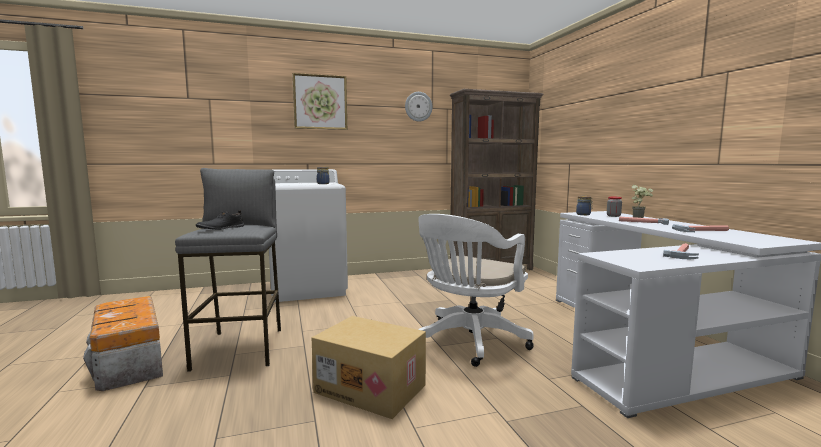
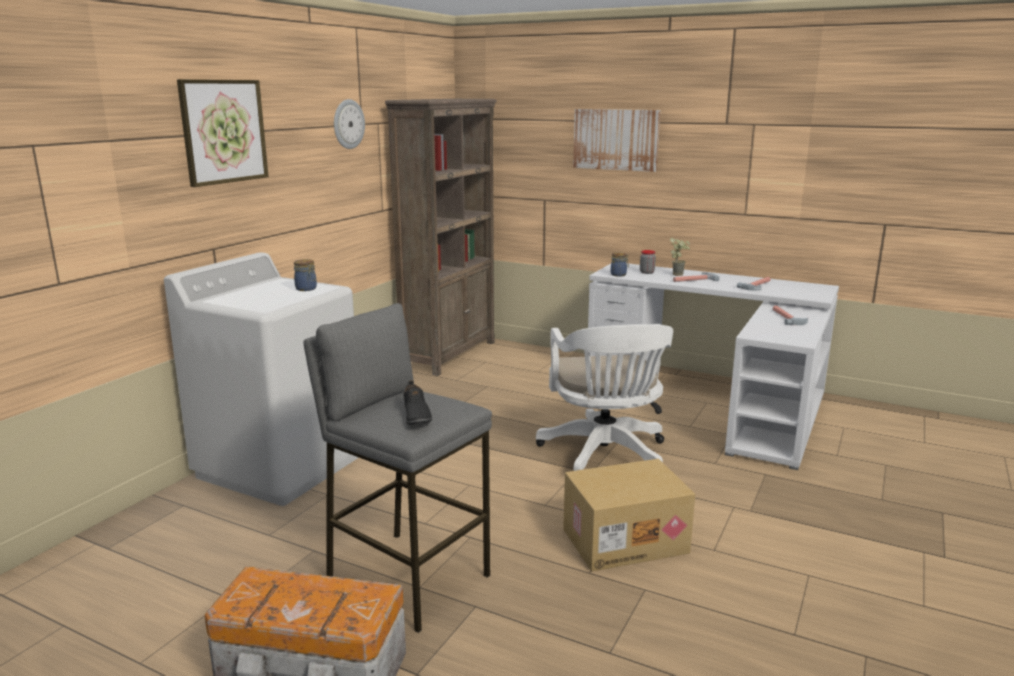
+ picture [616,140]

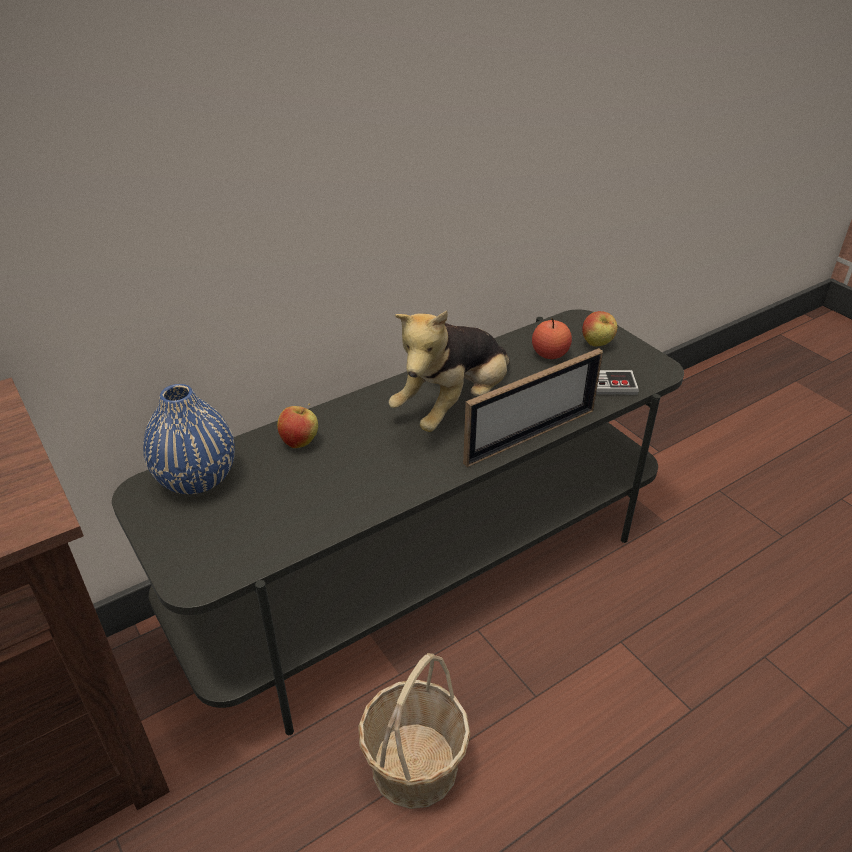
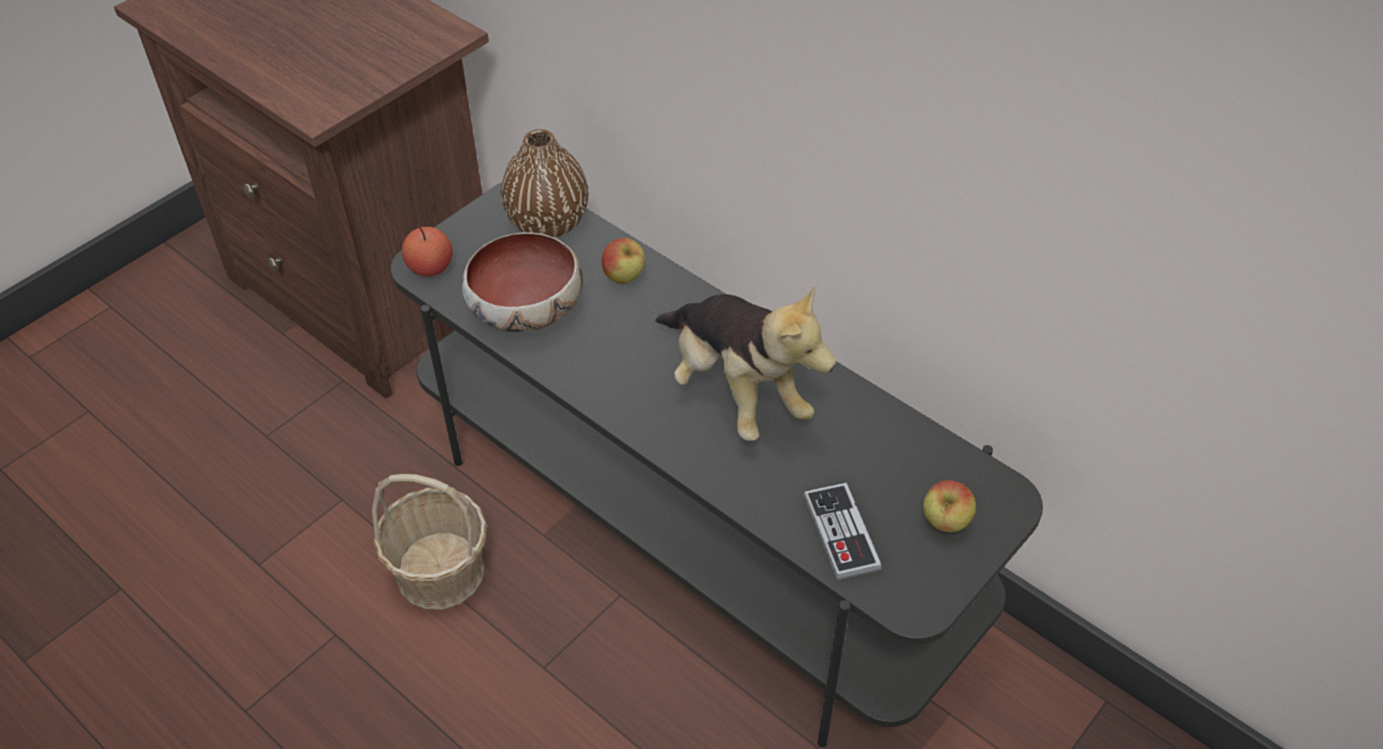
~ apple fruit [552,338] to [427,251]
+ deep dish [522,282]
~ decorative vase in blue [189,439] to decorative vase in brown [545,183]
~ plush toy [449,371] = [745,363] 150 degrees counterclockwise
- photo frame [533,407]

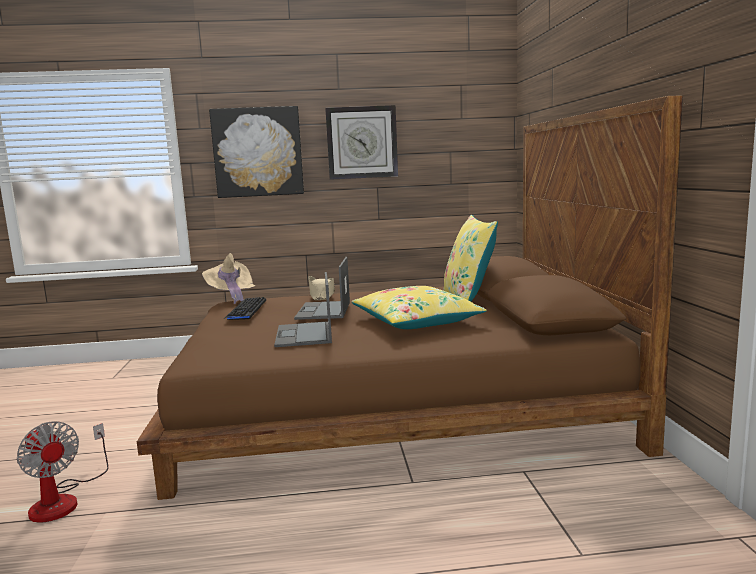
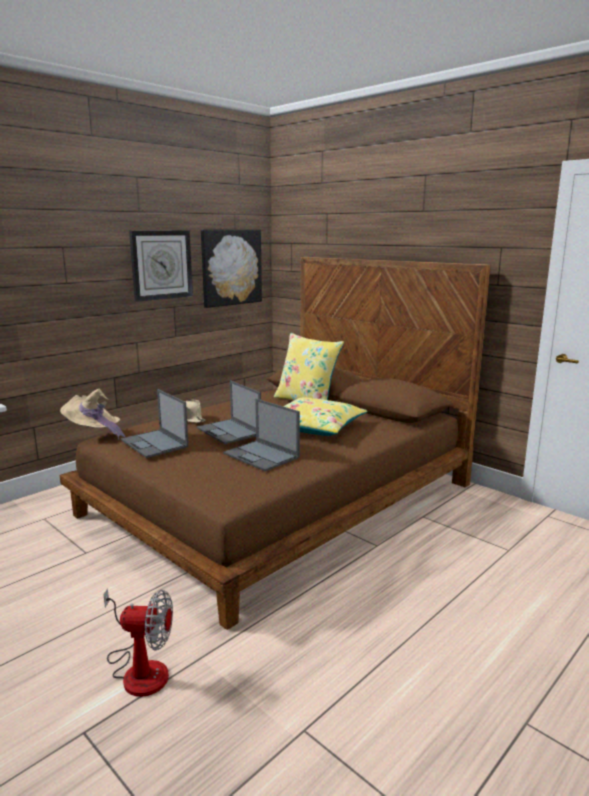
~ computer keyboard [245,308] to notebook computer [155,423]
~ picture [256,152] to [231,269]

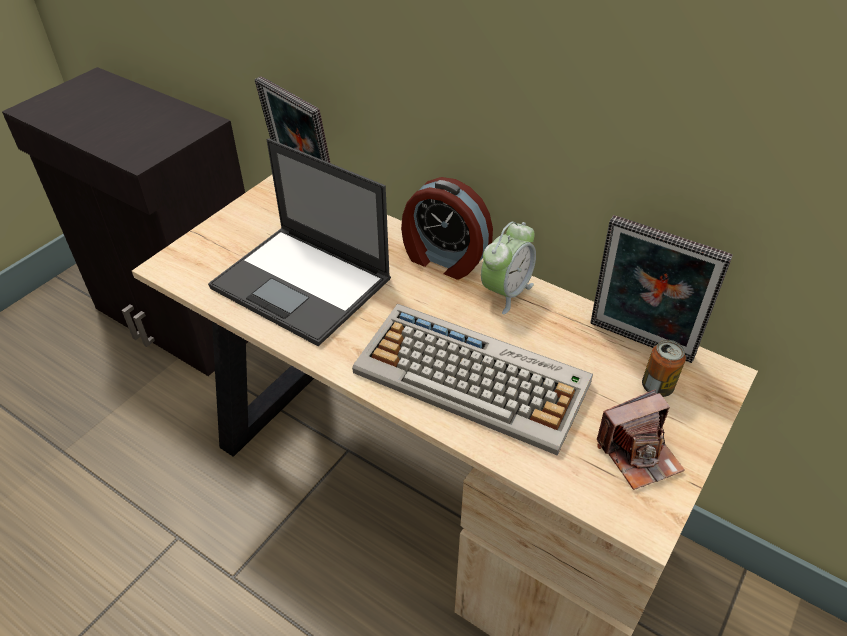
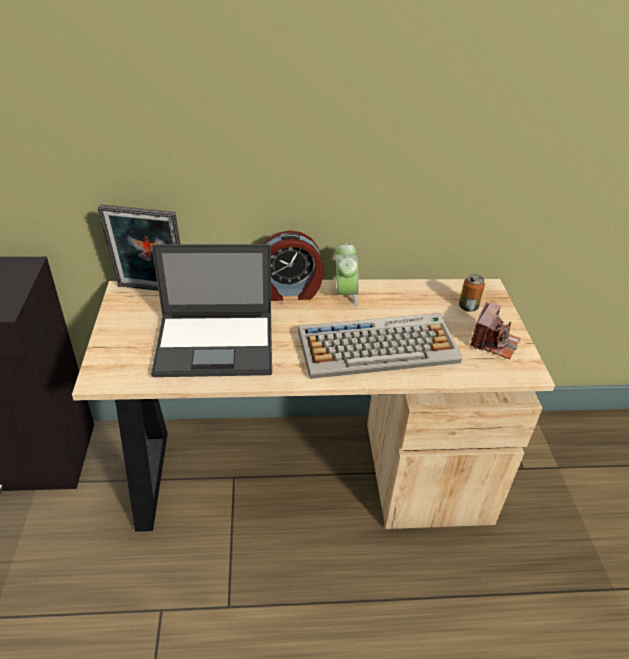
- photo frame [661,289]

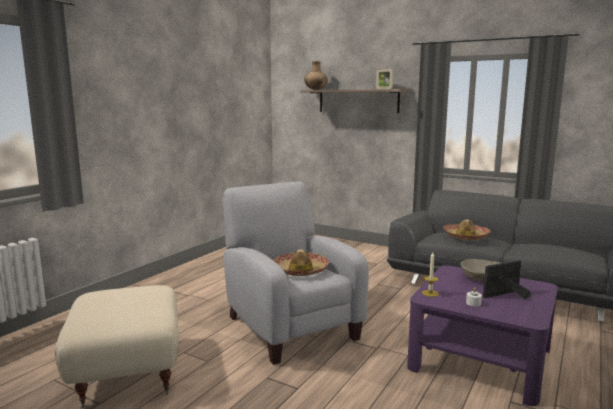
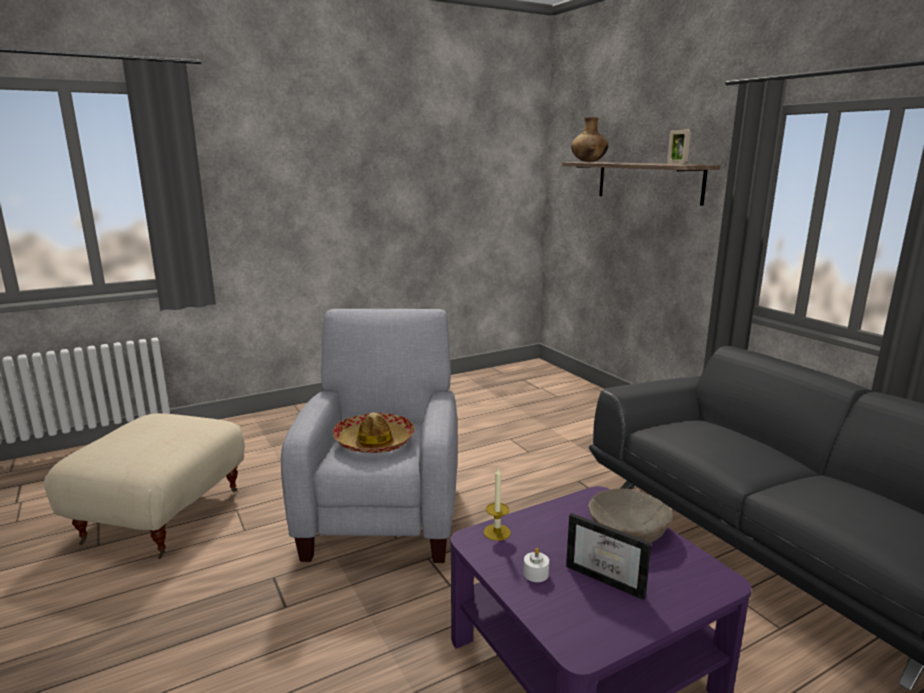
~ photo frame [507,279] = [608,556] 150 degrees counterclockwise
- wearable hat [467,229]

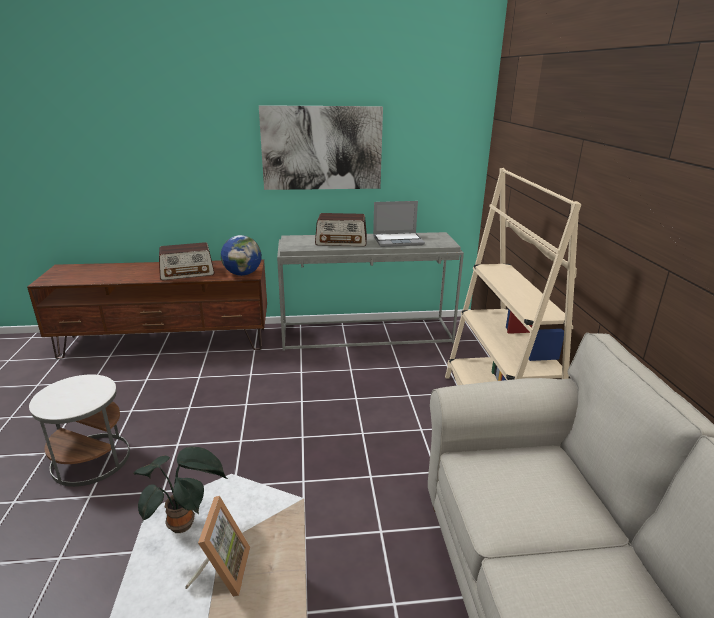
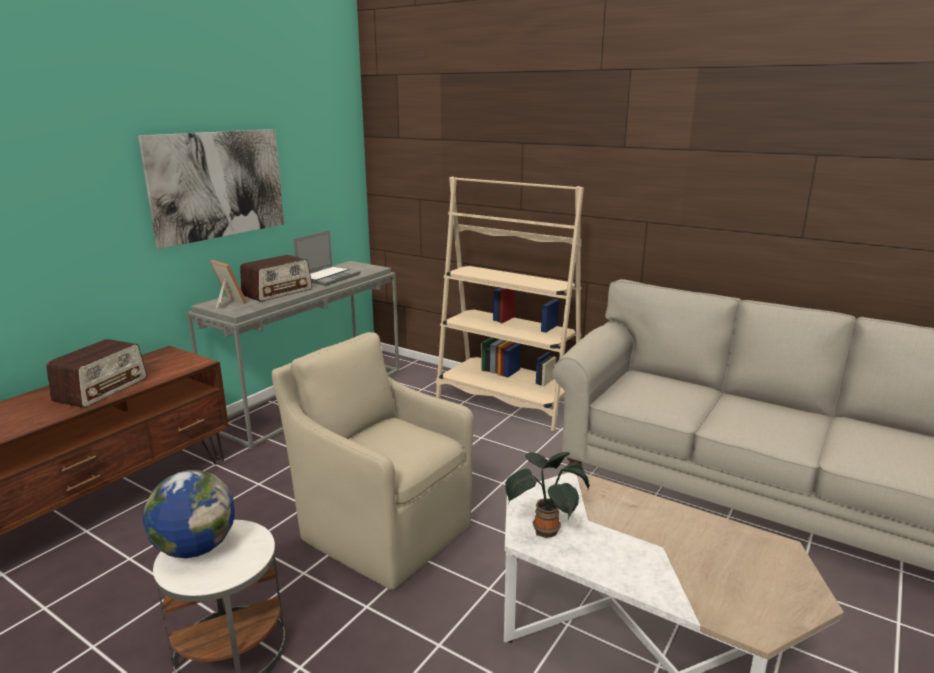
~ globe [241,255] to [189,514]
~ photo frame [217,546] to [228,284]
+ easy chair in beige [373,461]

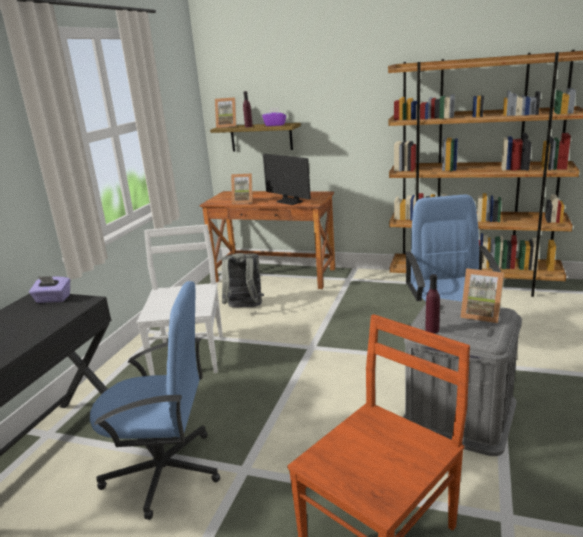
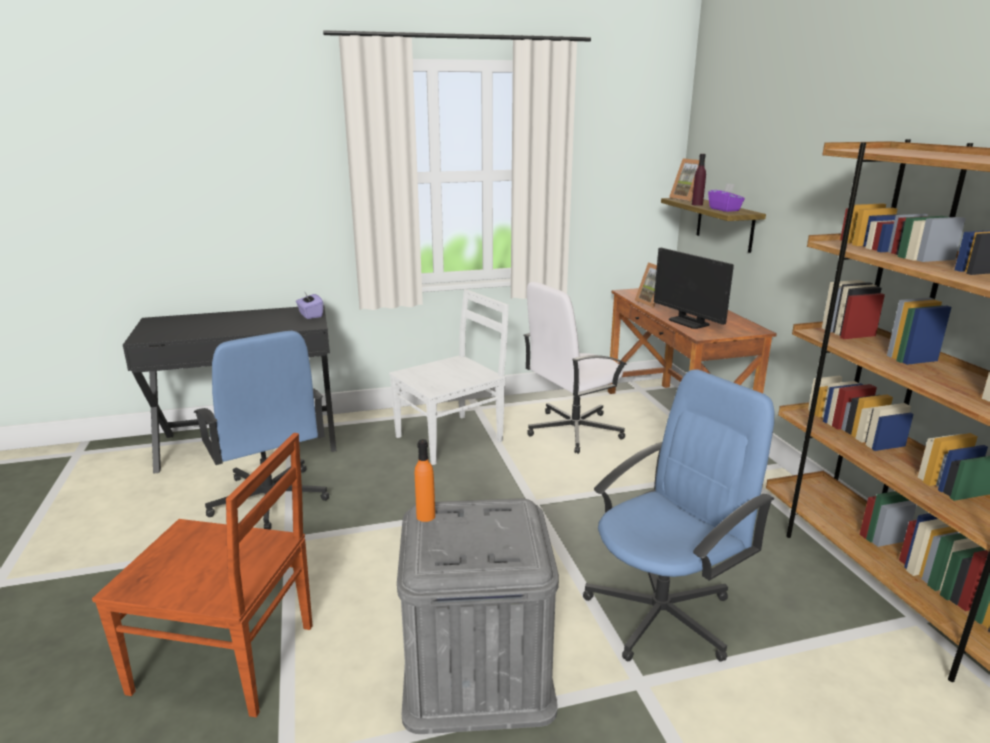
~ bottle in purplish [432,303] to bottle in orange-coloured [425,480]
~ rucksack in grey [242,280] to office chair in white [575,368]
~ computer screen [287,179] = [694,288] 45 degrees counterclockwise
- photo frame [482,296]

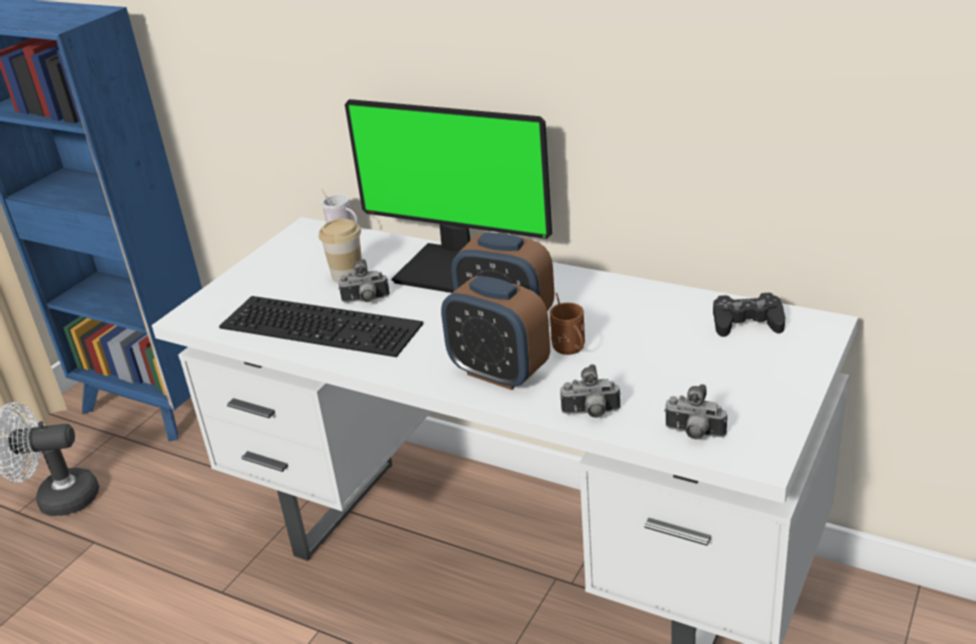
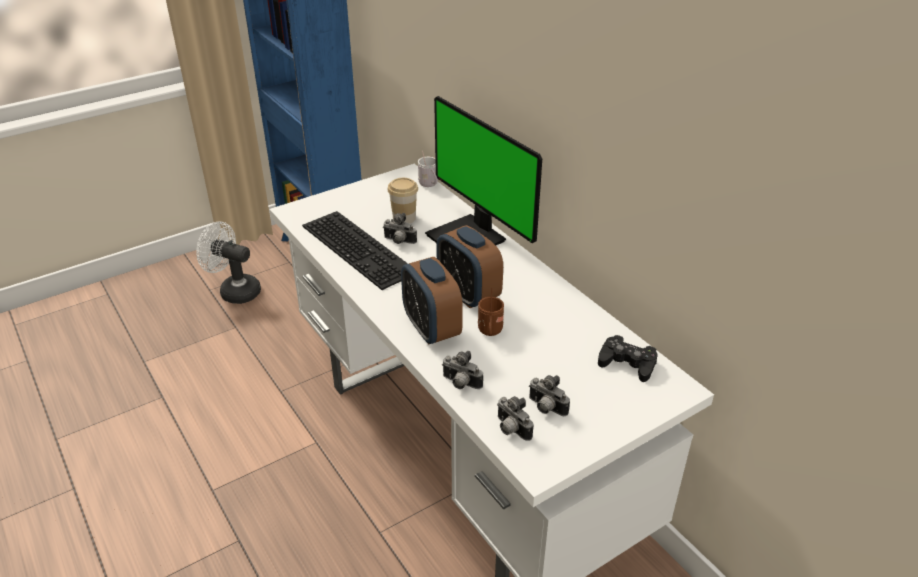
+ photo camera [549,395]

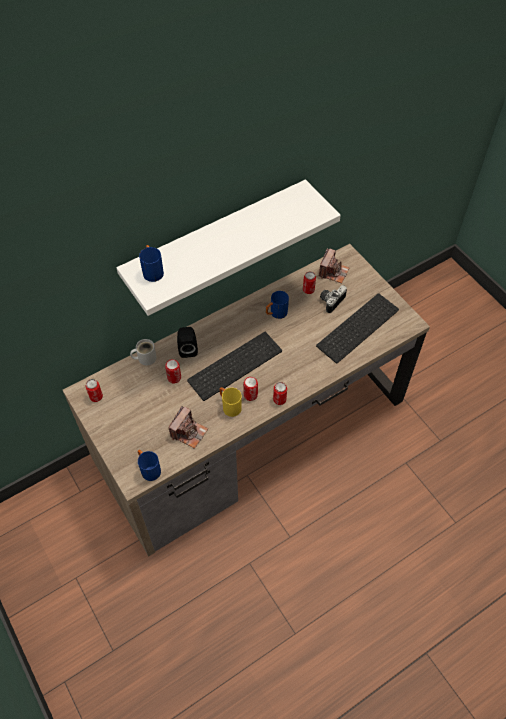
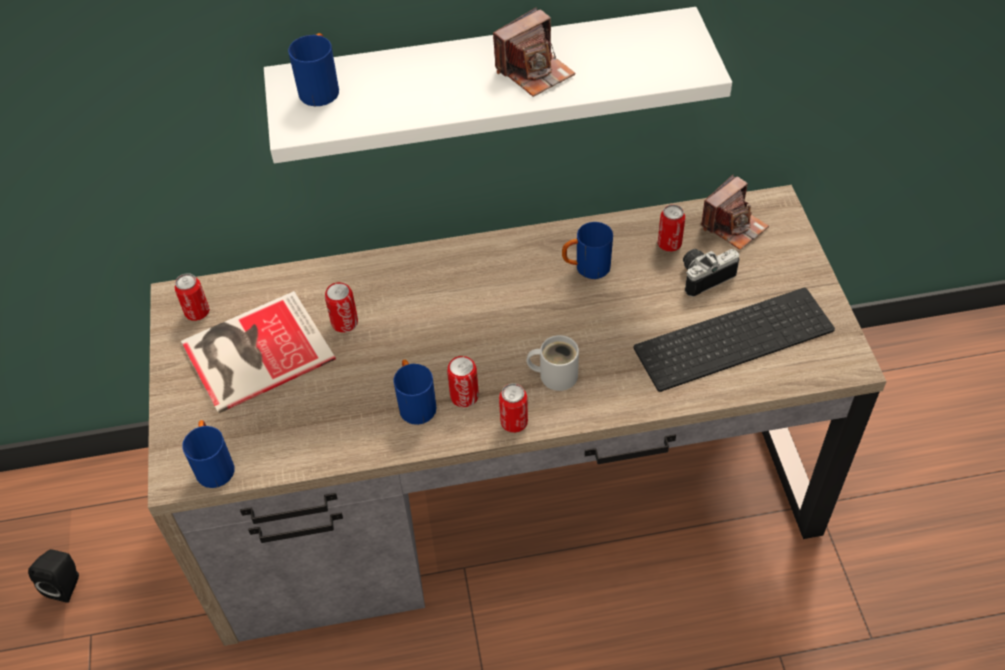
~ audio speaker in black-coloured [187,342] to [53,576]
+ book [258,352]
~ mug in yellow-coloured [230,402] to mug in blue [415,392]
~ photo camera [188,427] to [534,52]
~ mug in white [143,352] to [553,363]
- computer keyboard [234,366]

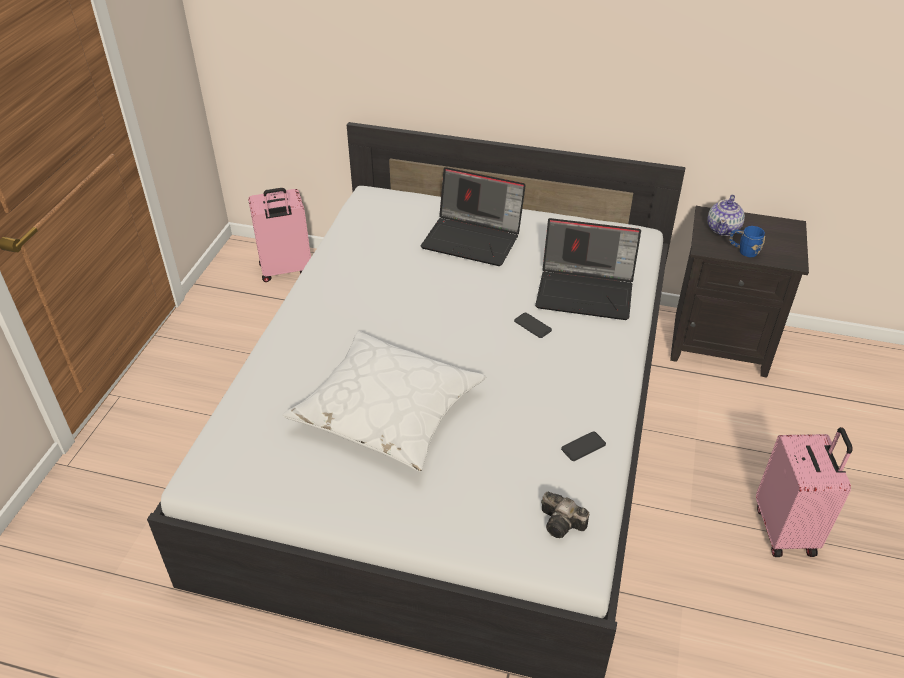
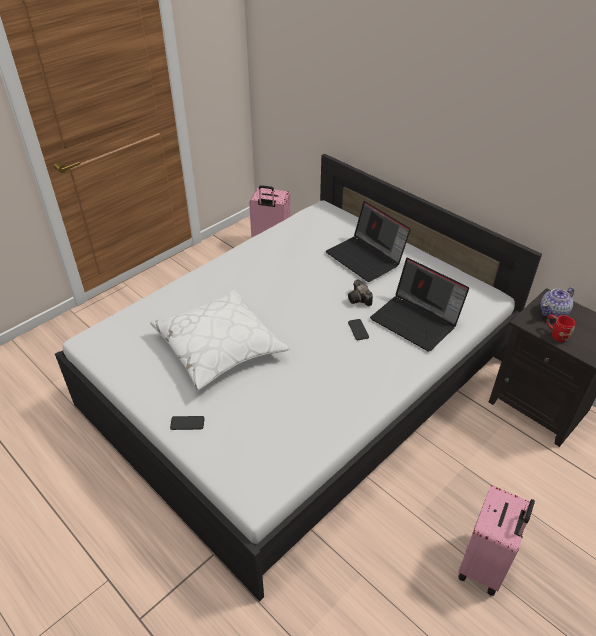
~ phone [583,446] to [187,423]
~ photo camera [565,515] to [360,292]
~ mug in blue [747,241] to mug in red [560,328]

